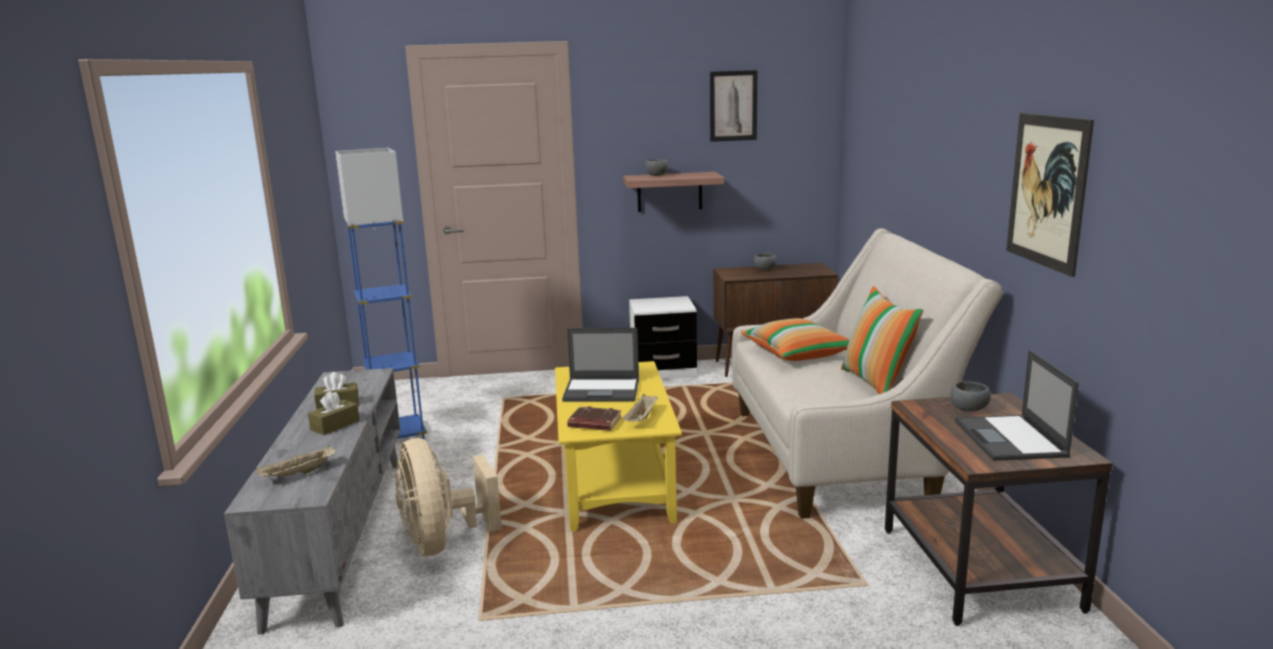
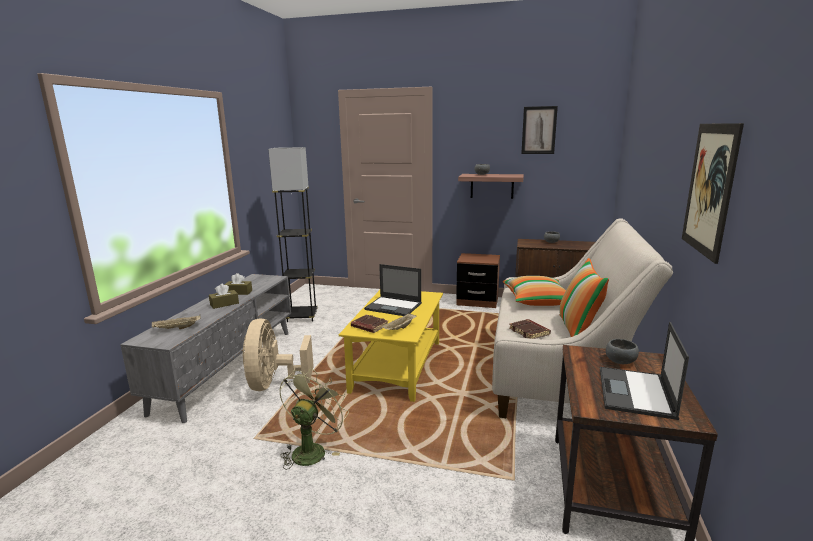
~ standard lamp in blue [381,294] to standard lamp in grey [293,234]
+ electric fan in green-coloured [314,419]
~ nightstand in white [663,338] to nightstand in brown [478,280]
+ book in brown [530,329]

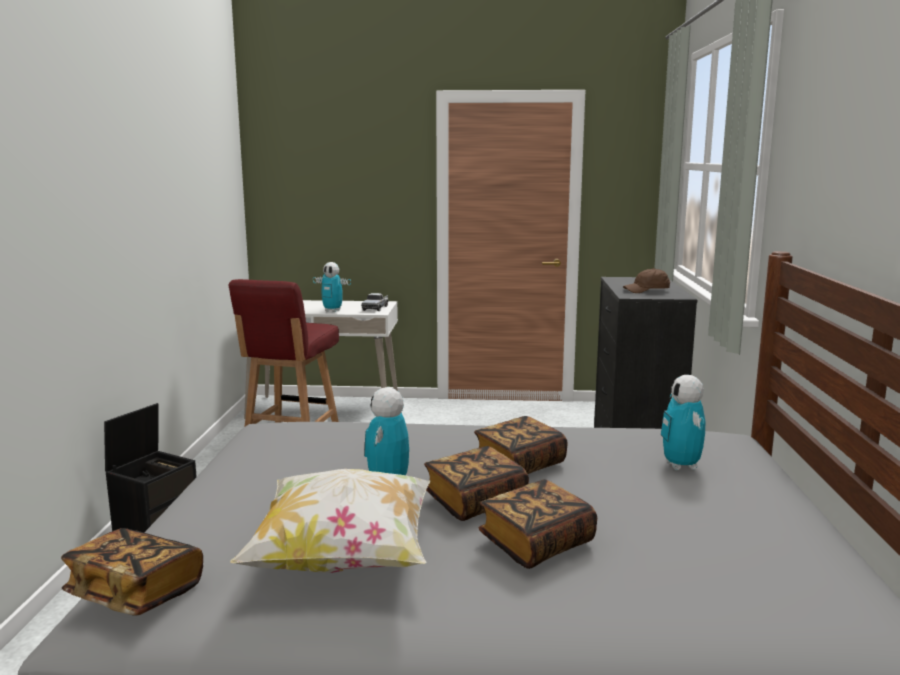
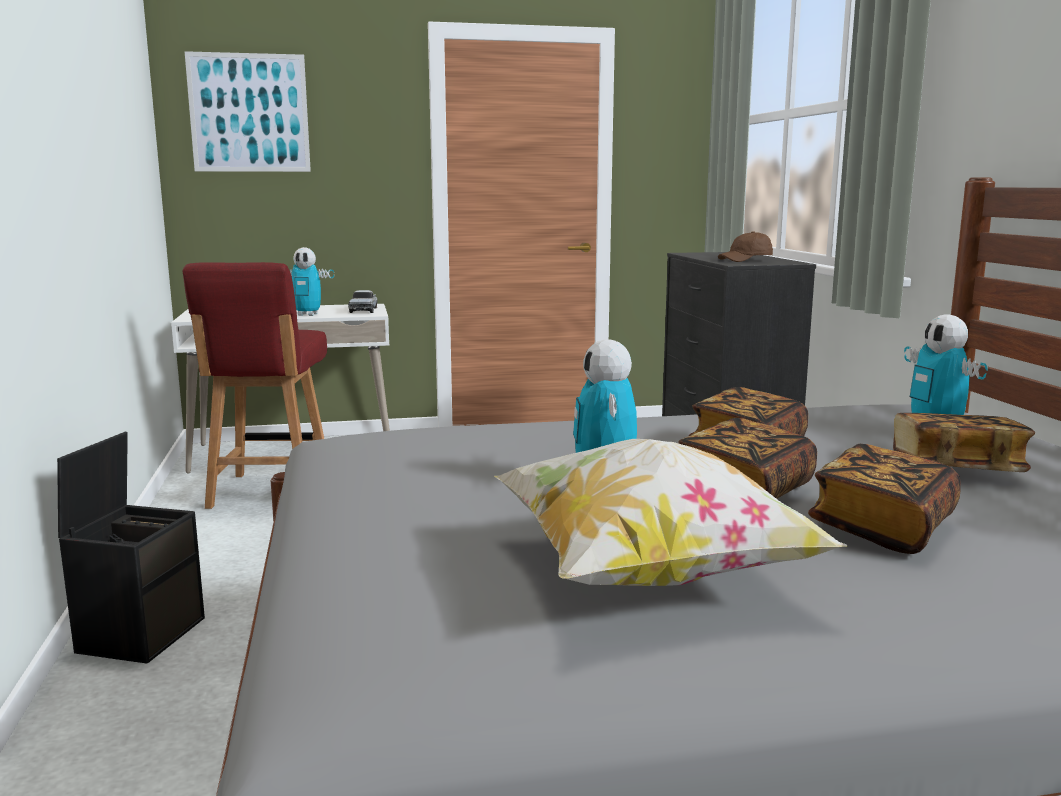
+ picture [247,111]
~ book [132,572] to [964,442]

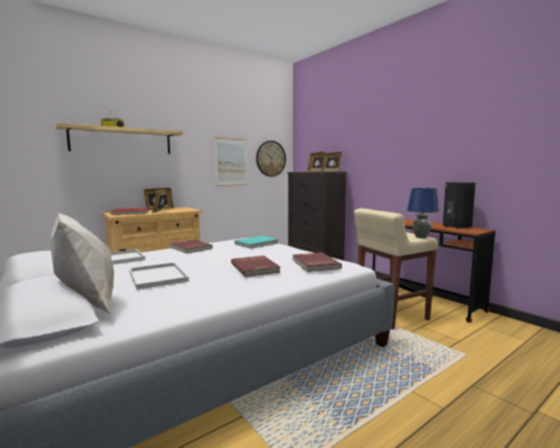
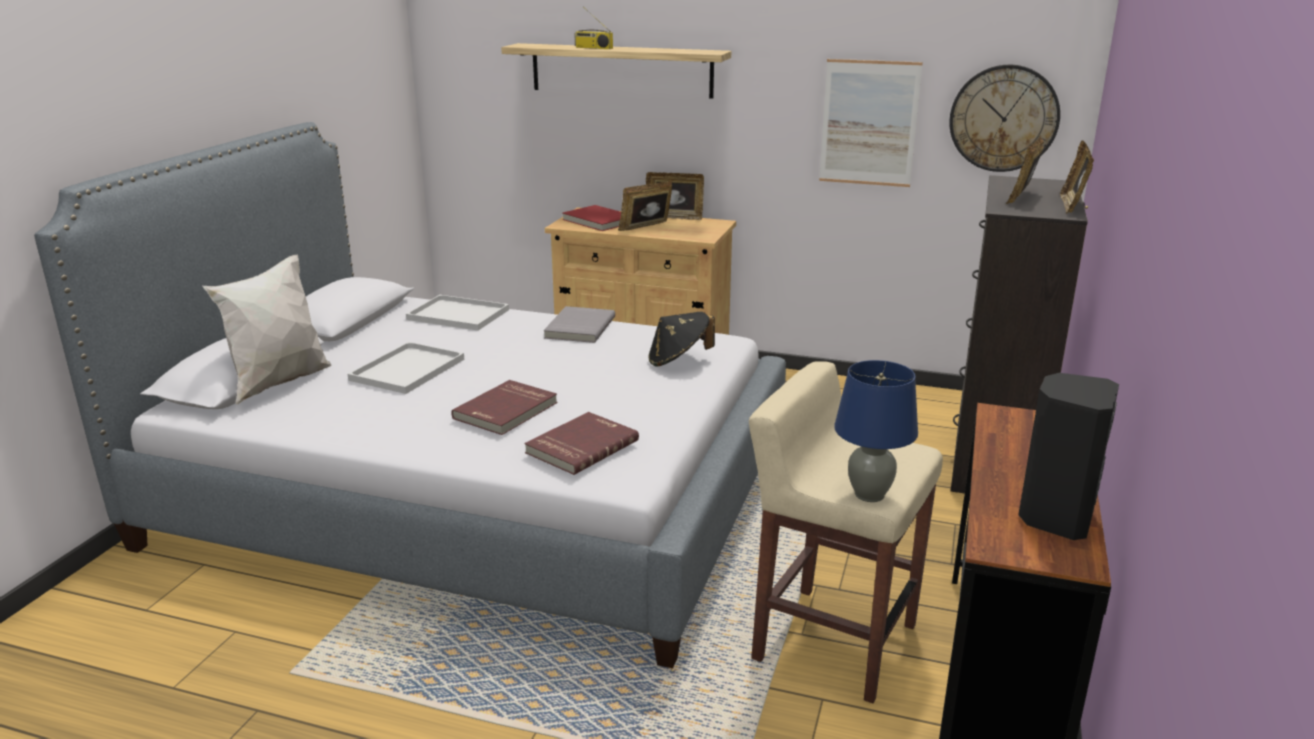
~ book in red [191,246] to book in grey [579,324]
~ book in turquoise-coloured [256,242] to wearable hat in black-coloured [682,339]

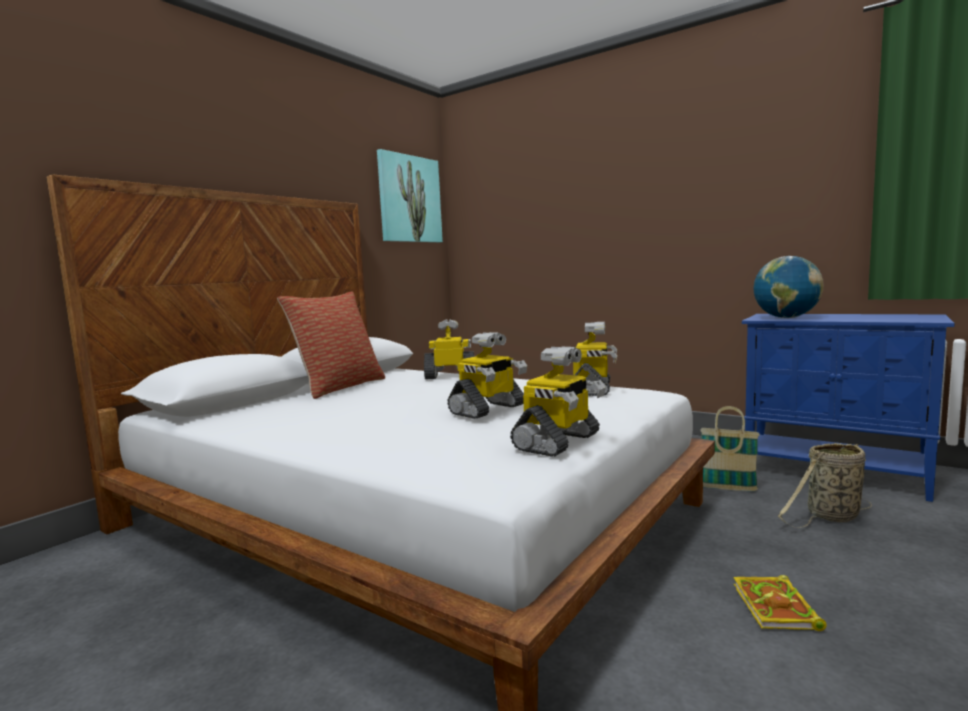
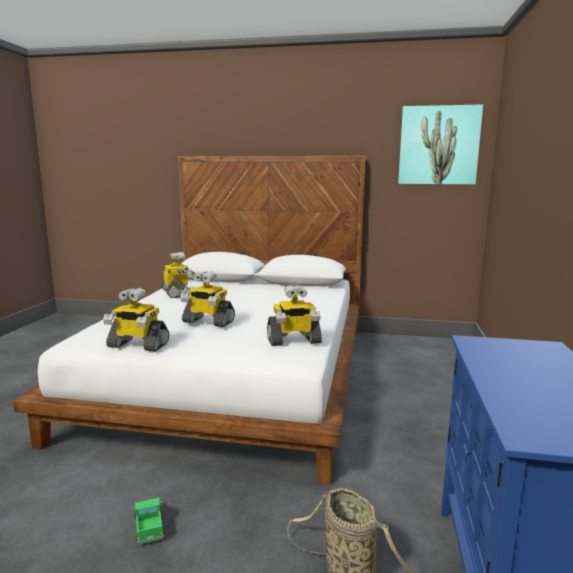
~ book [779,603] to model truck [148,521]
~ toy robot [449,349] to [178,275]
- pillow [331,345]
- storage basket [730,448]
- globe [788,287]

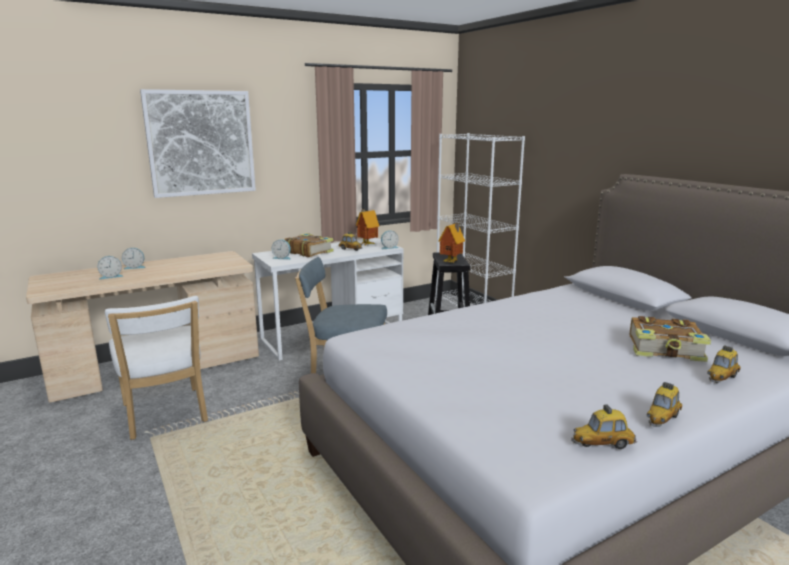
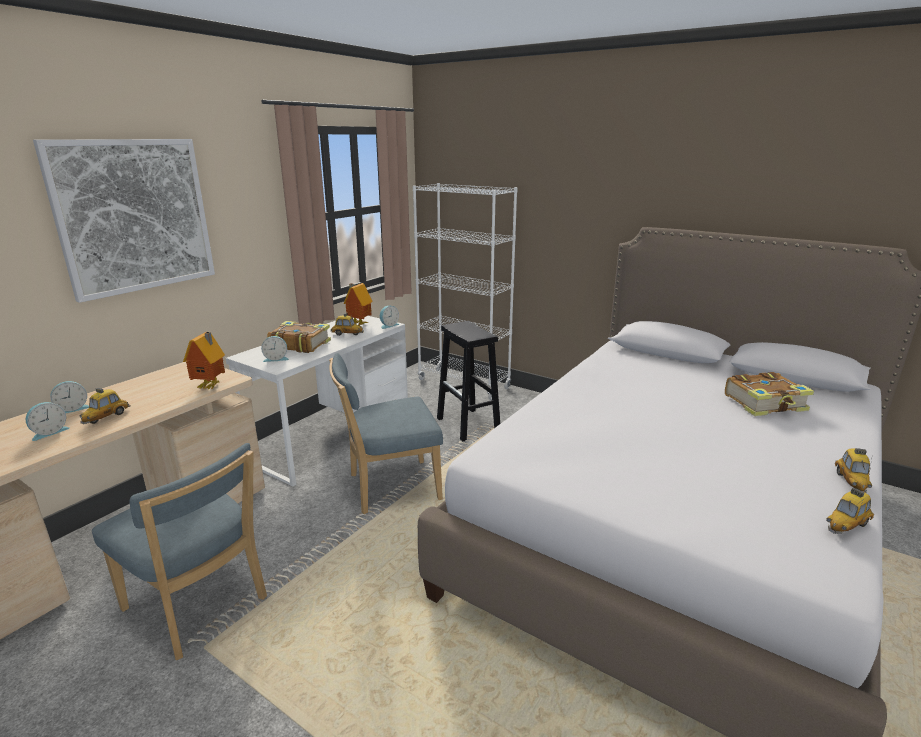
~ toy car [724,364] to [105,406]
~ chair in white [156,368] to chair in blue [179,551]
~ toy house [452,243] to [204,361]

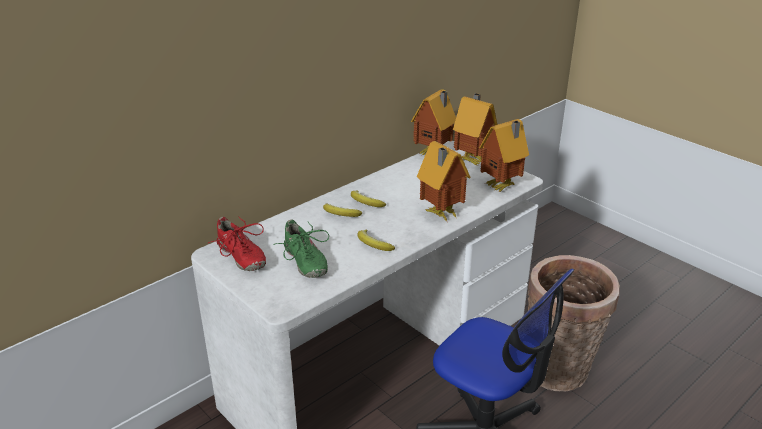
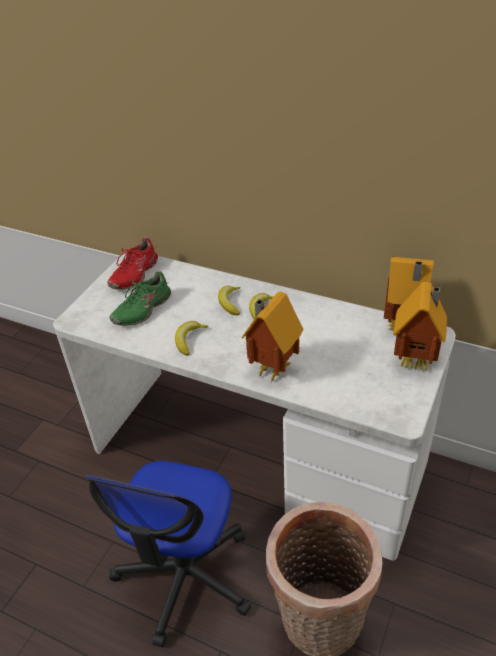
- toy house [504,155]

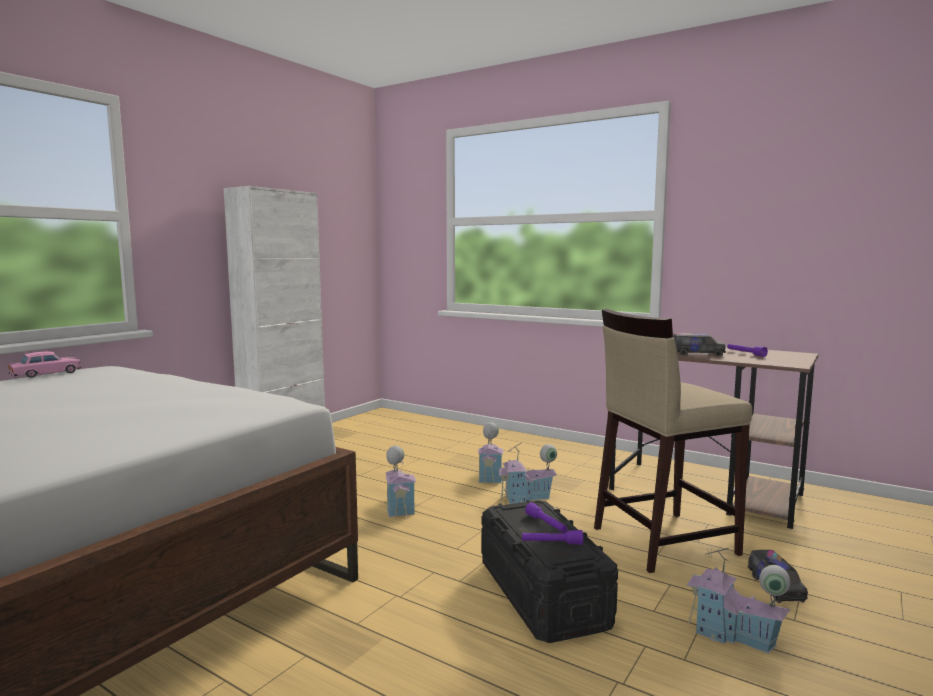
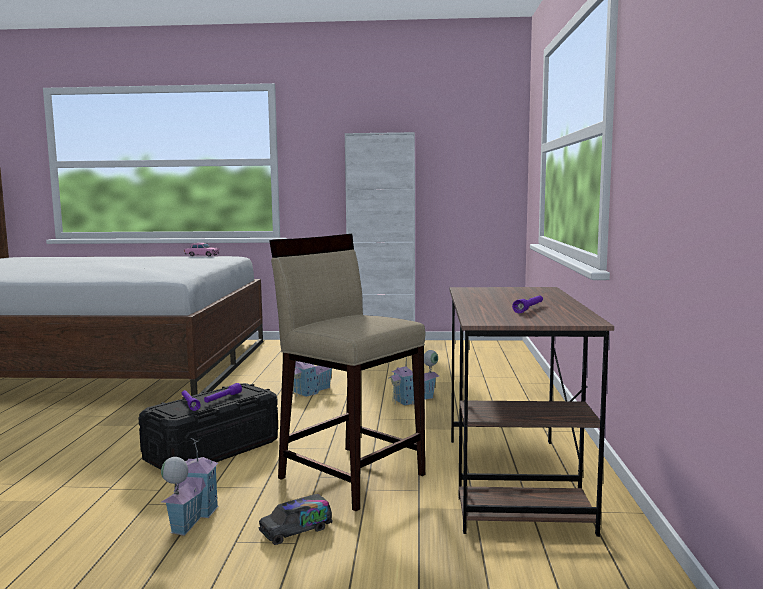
- toy house [527,473]
- model truck [699,344]

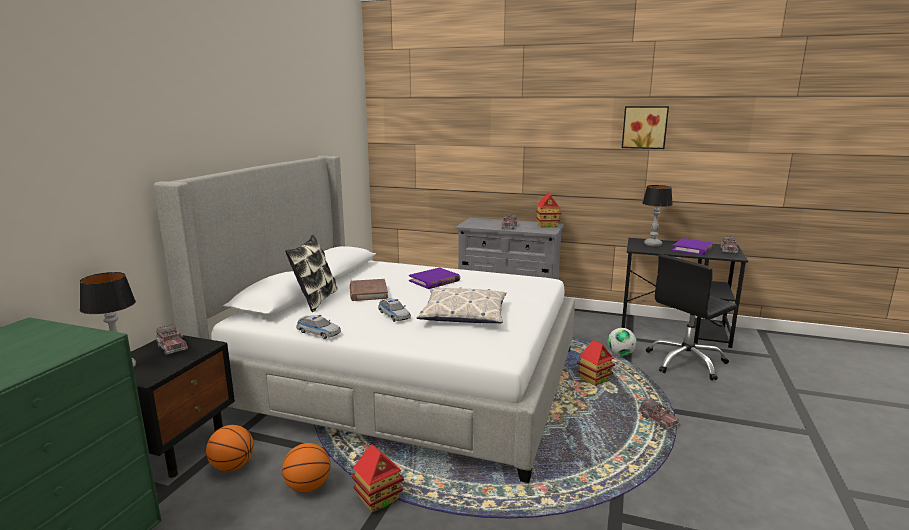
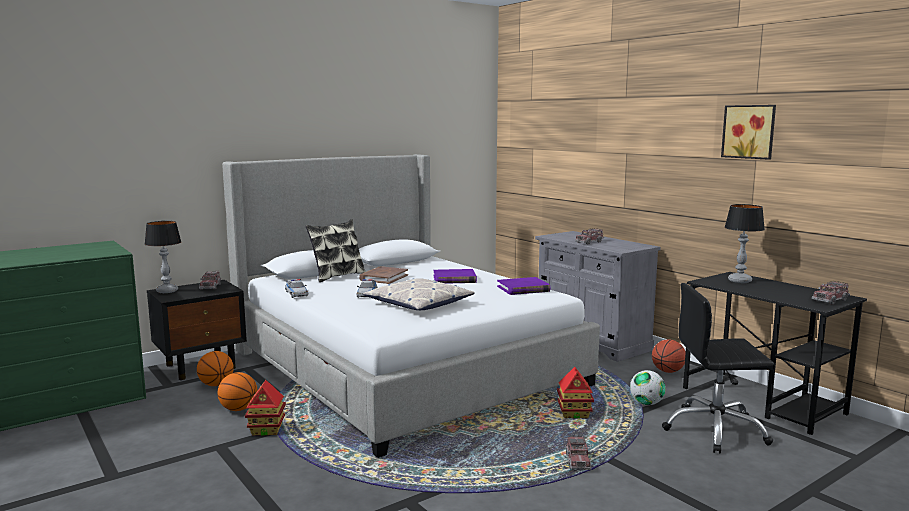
~ book in purplish [693,246] to [524,286]
+ basketball ball [669,356]
- toy house [548,210]

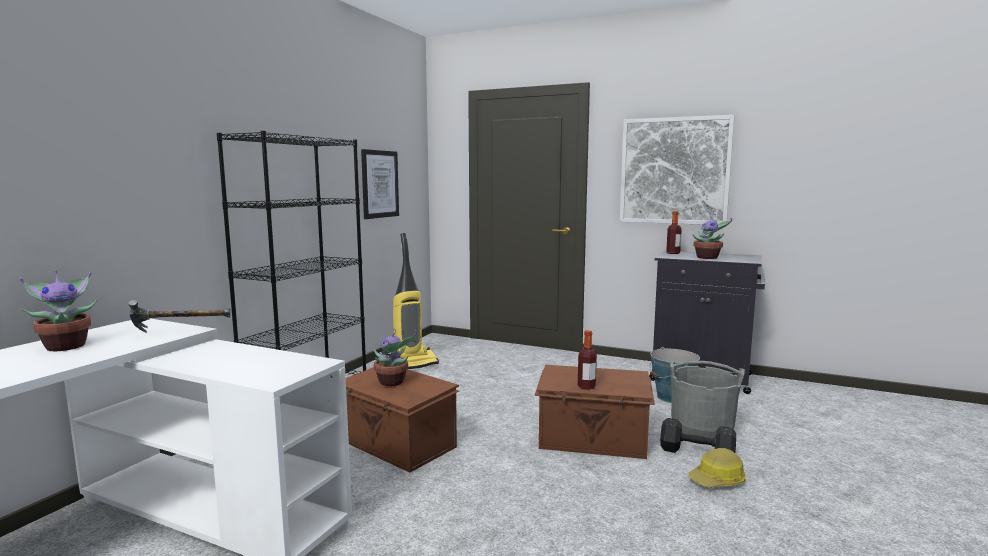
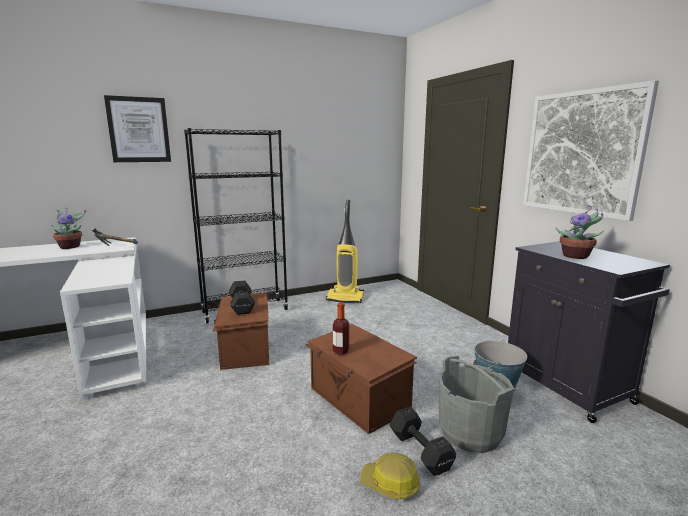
~ picture [380,184] to [137,128]
~ plant in a pot [395,357] to hand weight in black-coloured [242,298]
- bottle [674,232]

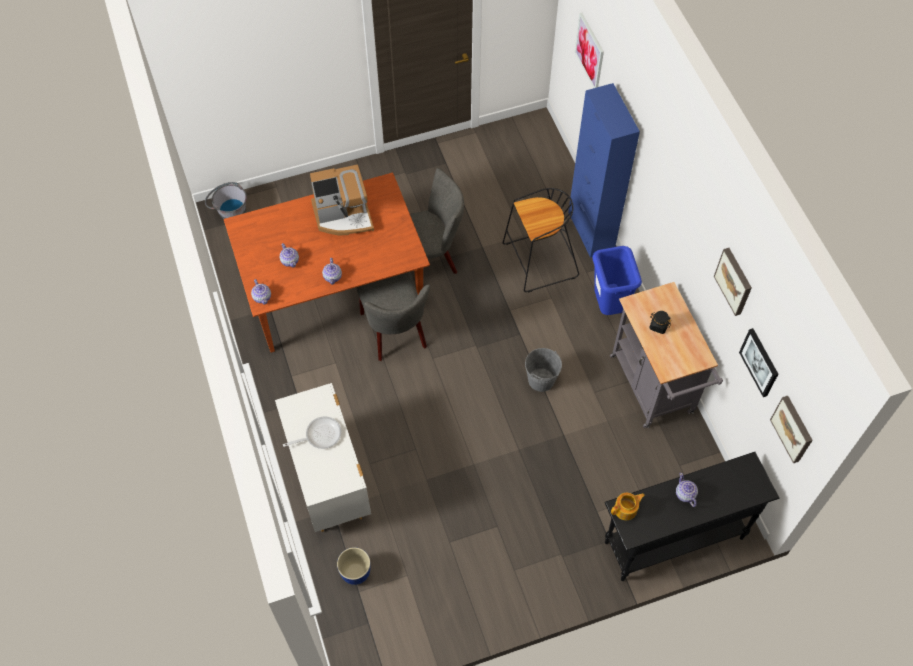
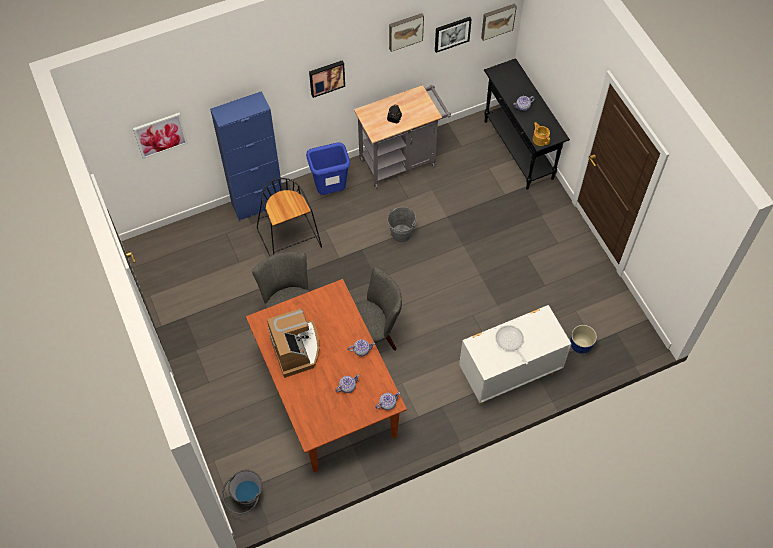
+ picture [327,79]

